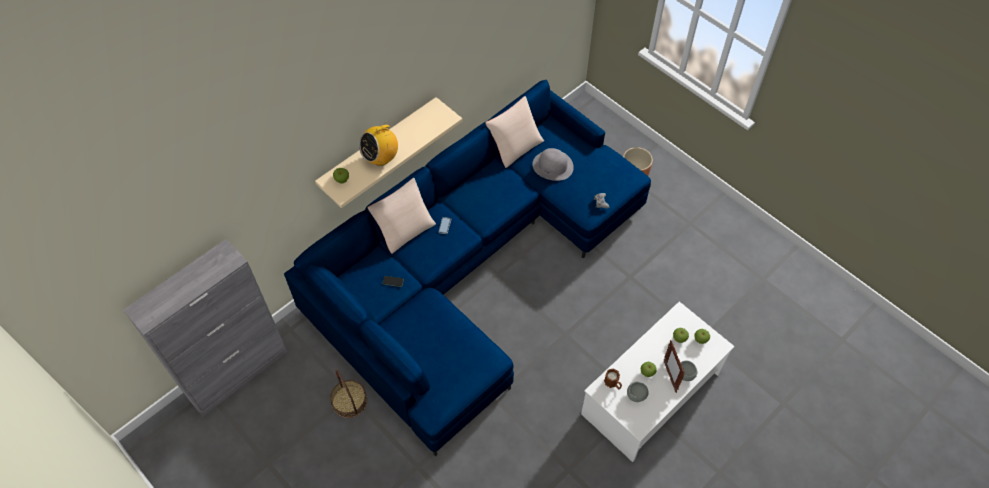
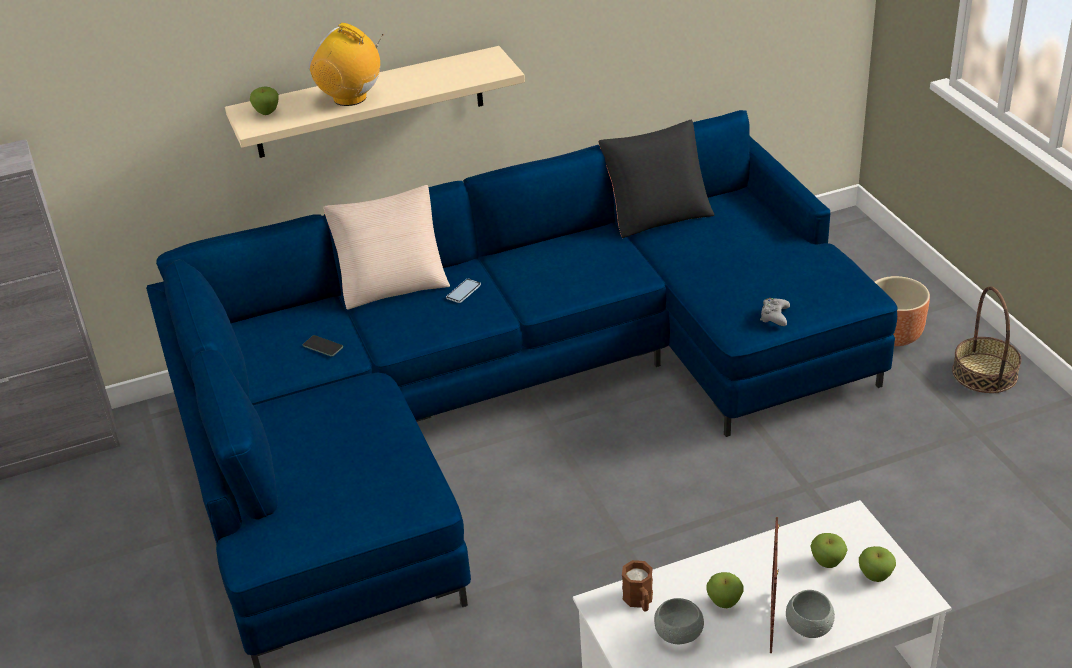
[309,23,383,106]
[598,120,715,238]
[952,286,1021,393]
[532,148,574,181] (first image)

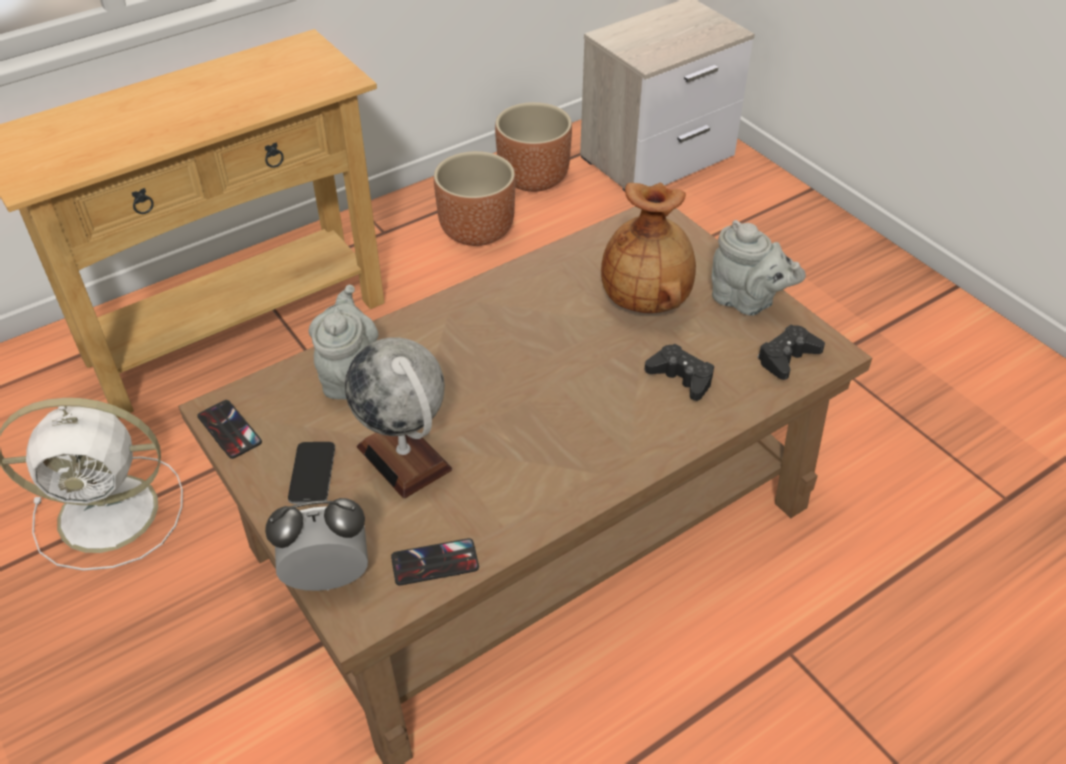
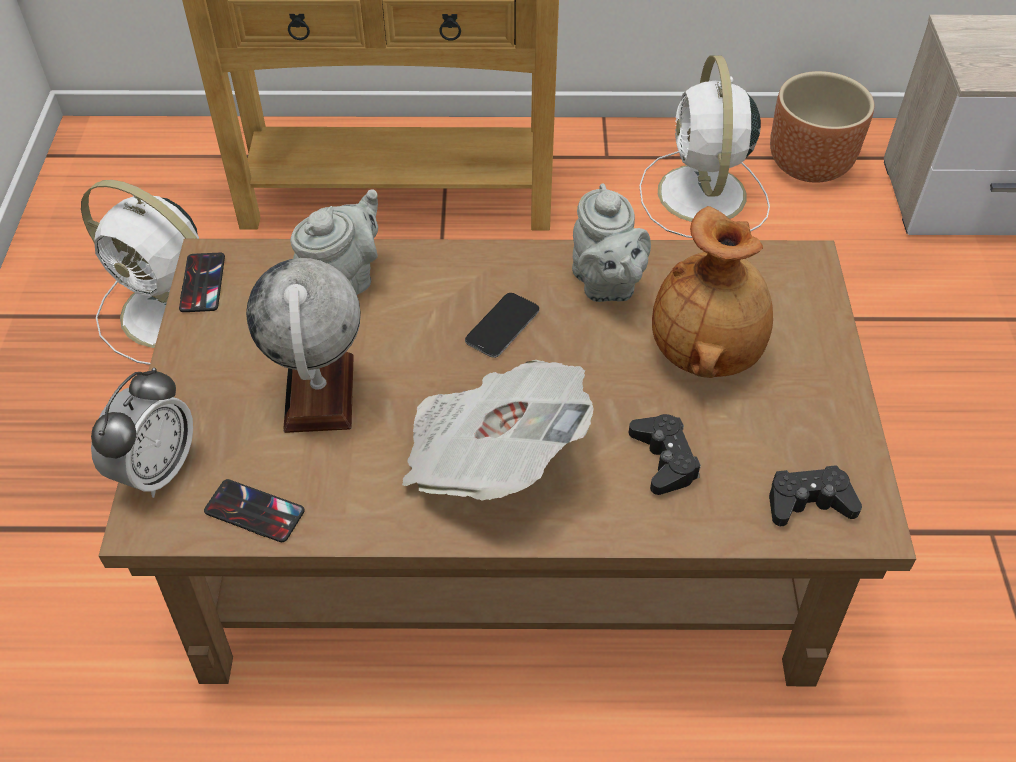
[91,367,193,498]
[402,359,594,501]
[465,293,540,358]
[572,183,651,302]
[639,55,770,238]

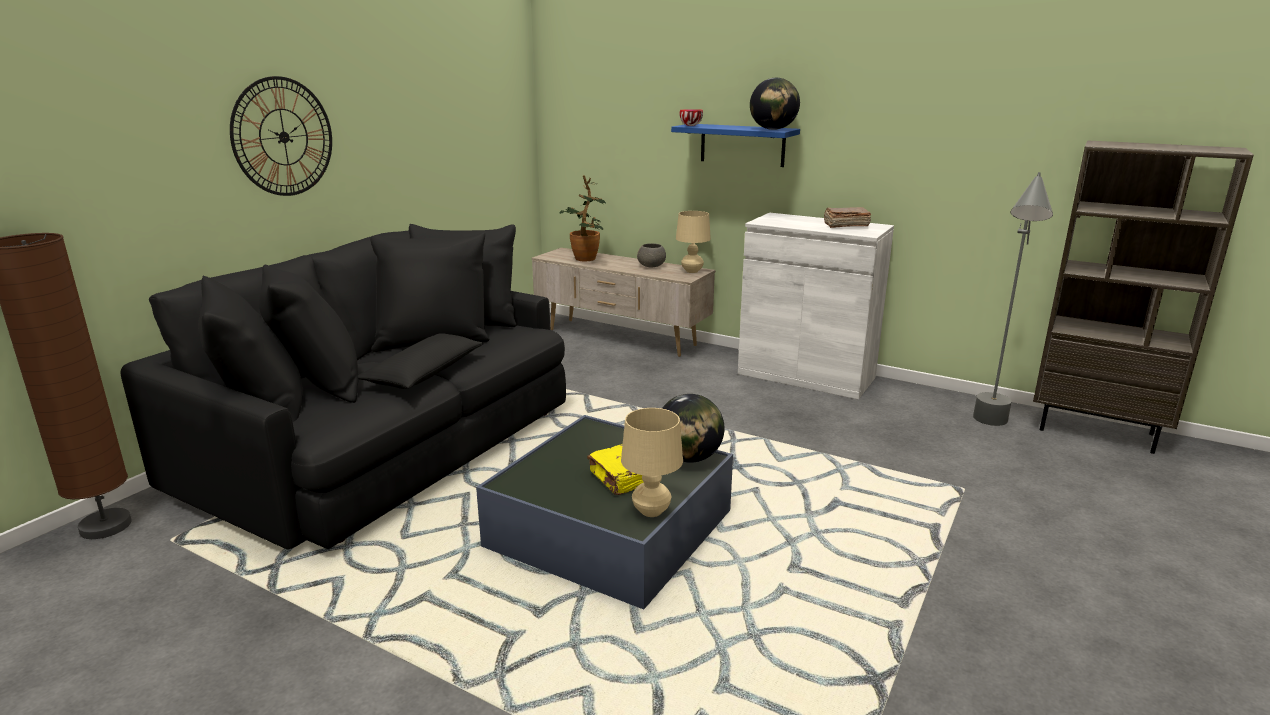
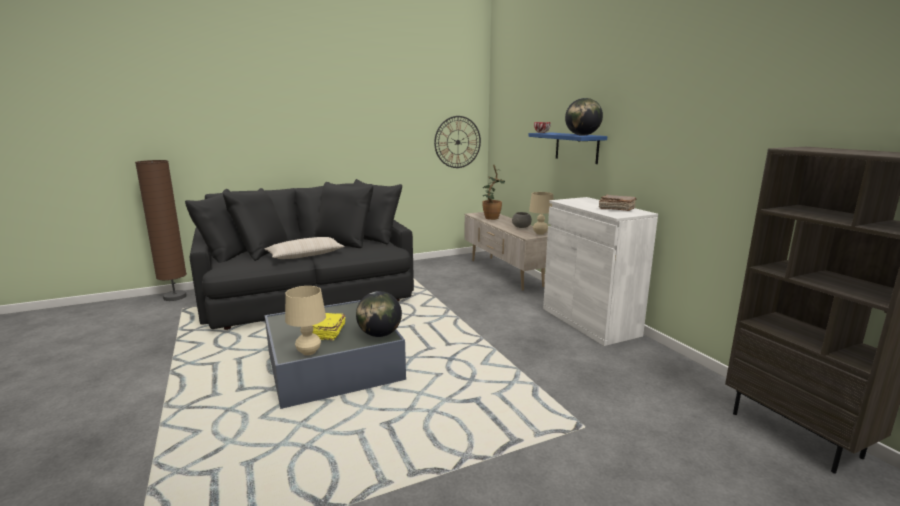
[265,237,345,259]
[434,116,481,168]
[973,172,1053,426] (first image)

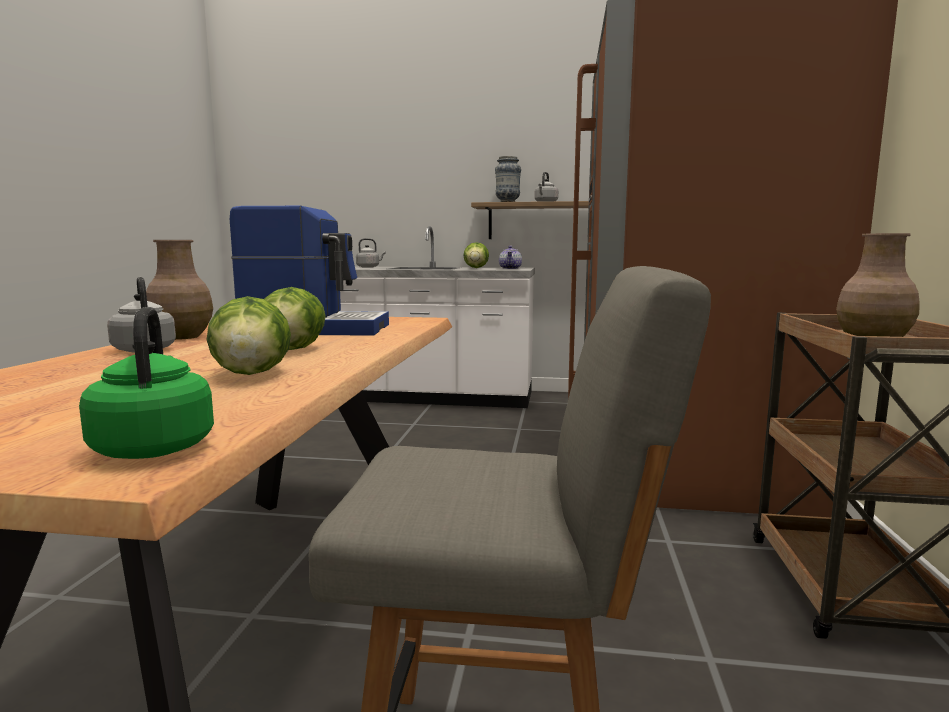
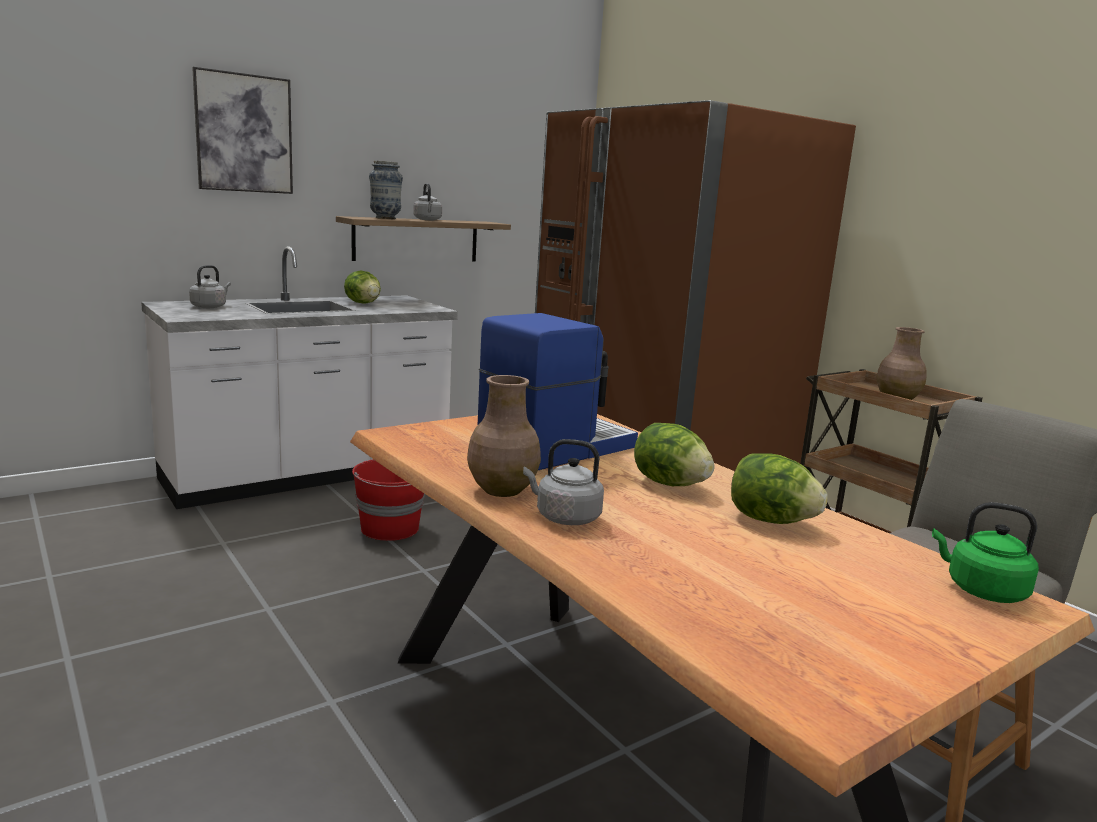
[192,67,293,194]
[352,459,425,541]
[499,246,522,269] (first image)

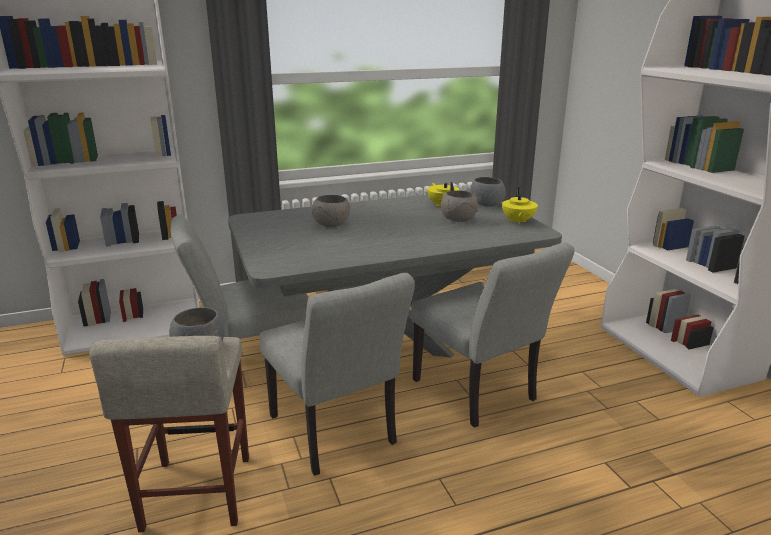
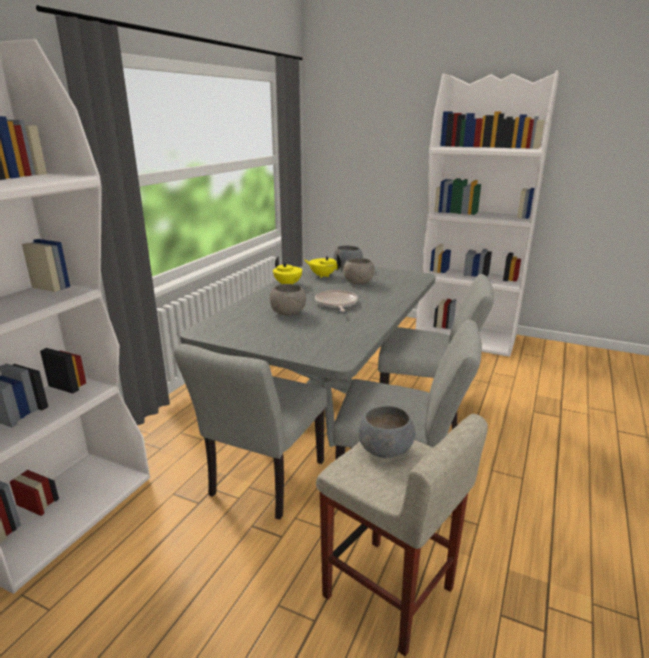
[273,257,302,284]
[315,290,358,312]

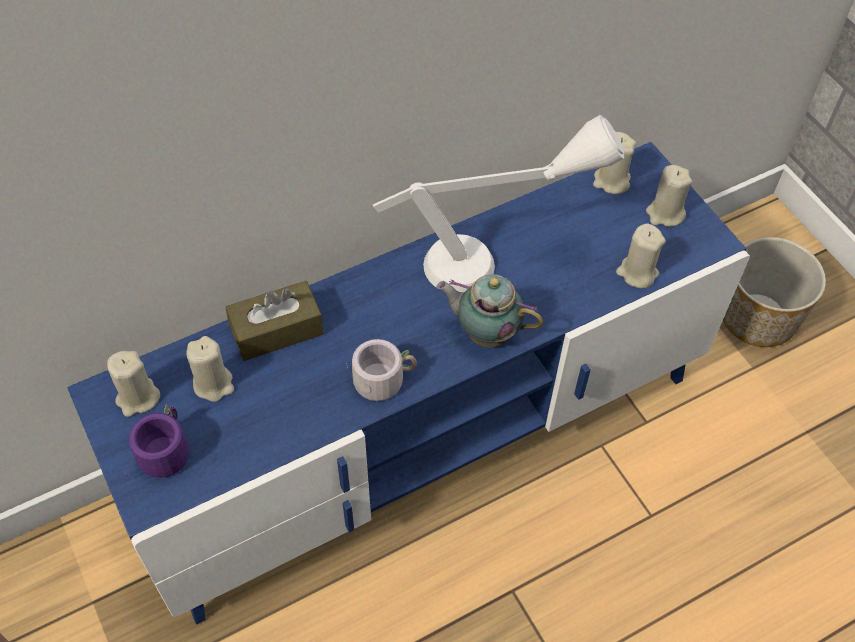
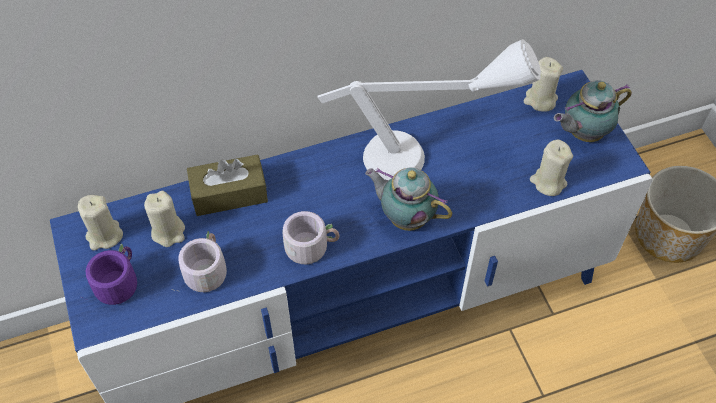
[176,231,227,292]
[554,80,632,142]

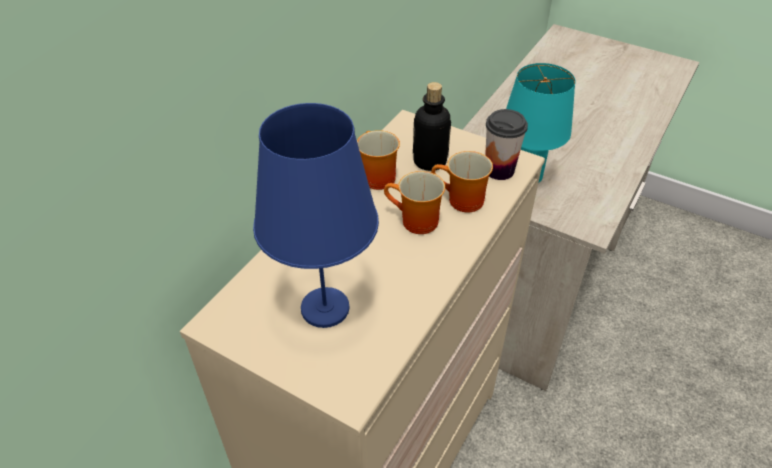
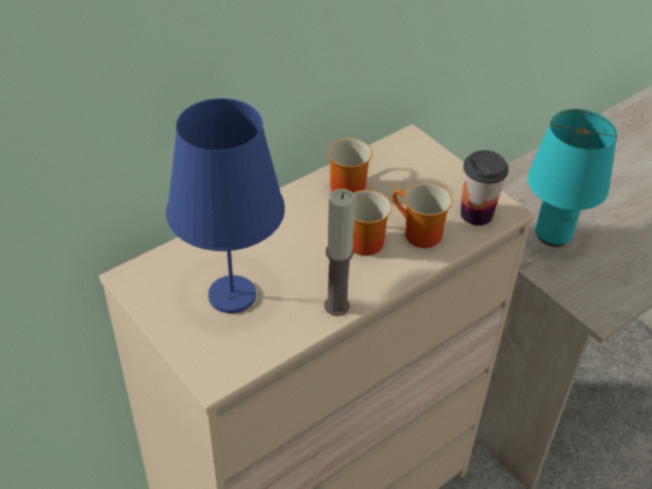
[324,189,356,316]
[413,82,451,171] (first image)

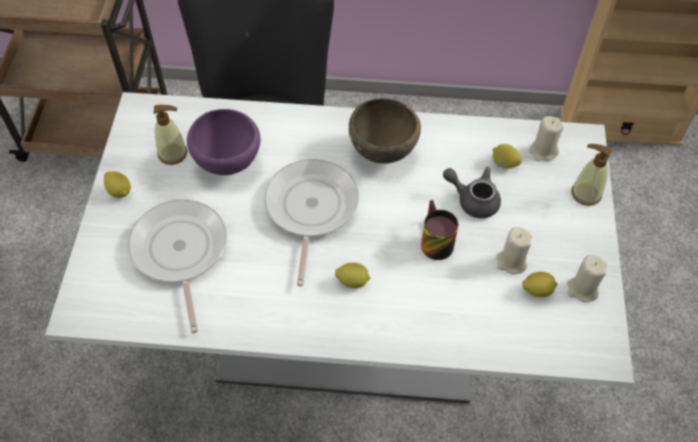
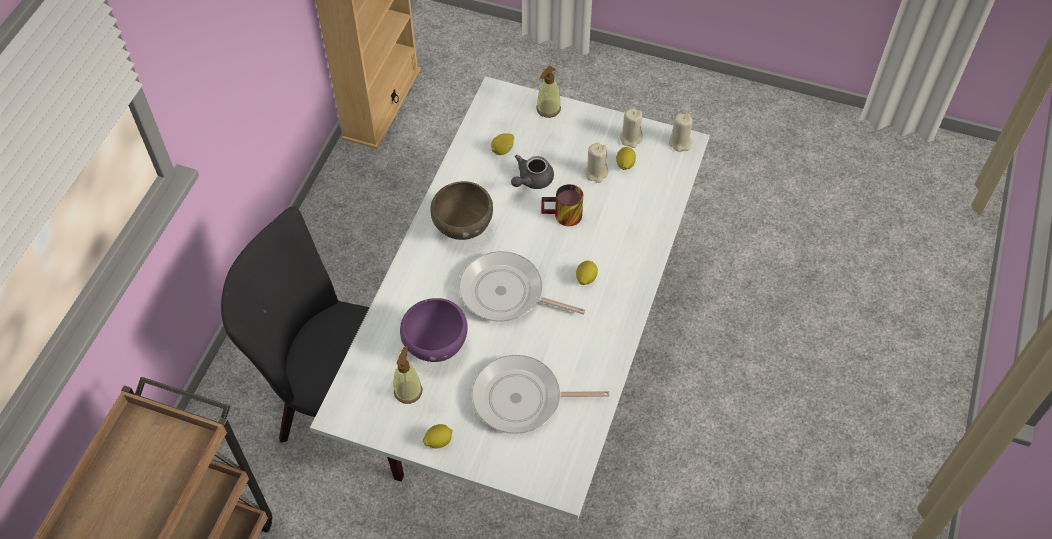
[669,113,693,152]

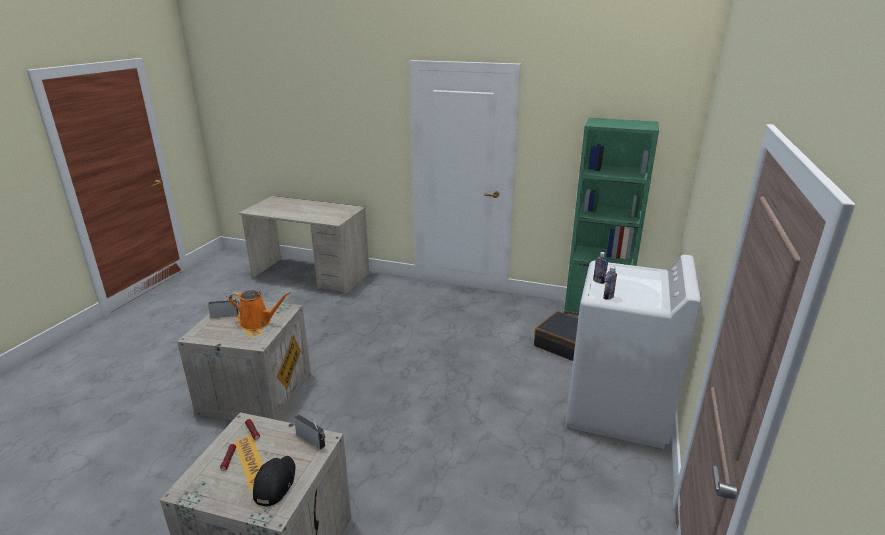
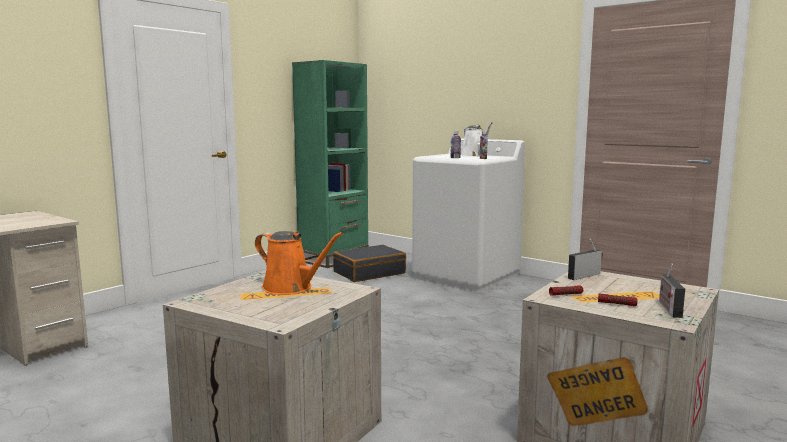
[255,231,343,295]
[461,122,493,157]
[659,264,685,318]
[253,456,295,507] (first image)

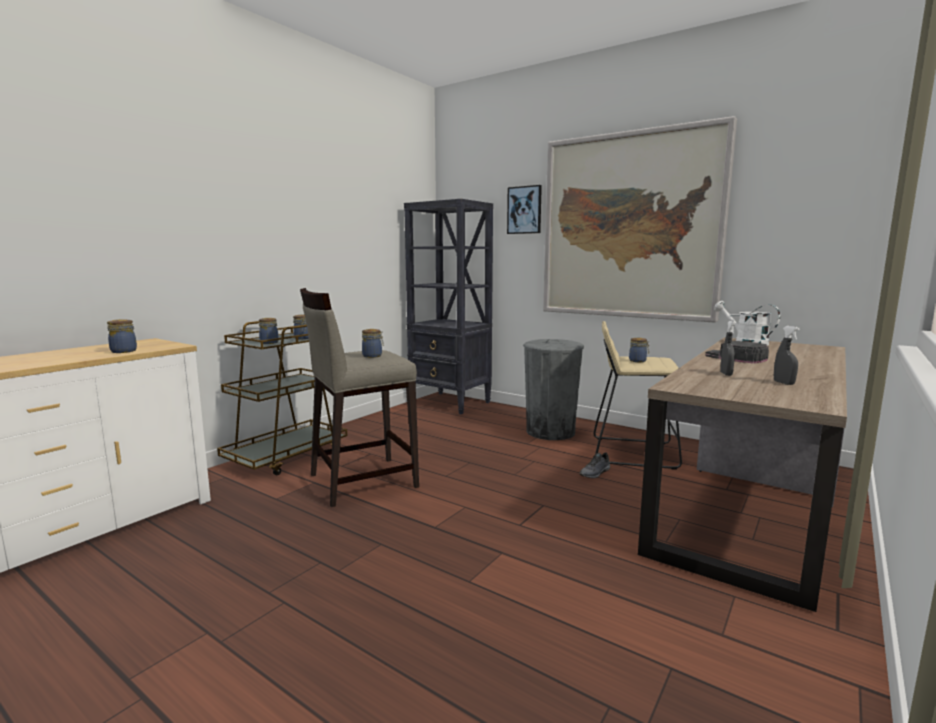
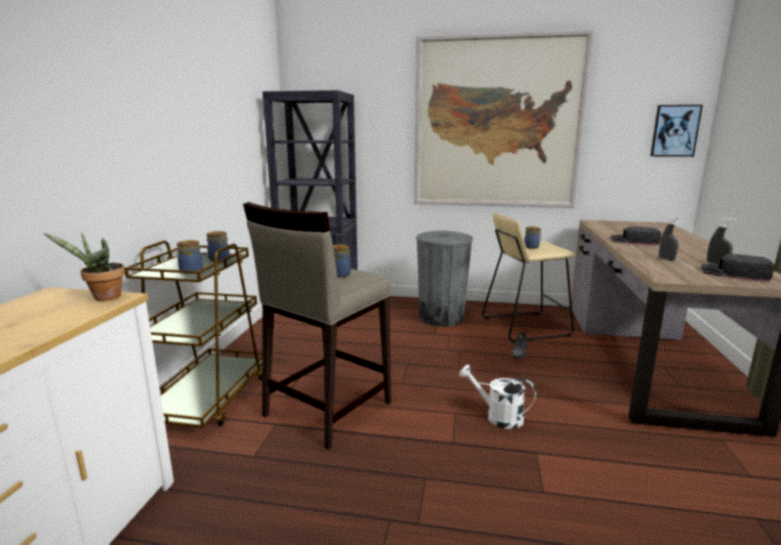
[44,232,125,301]
[459,365,536,429]
[650,105,703,157]
[701,254,774,282]
[107,319,137,353] (first image)

